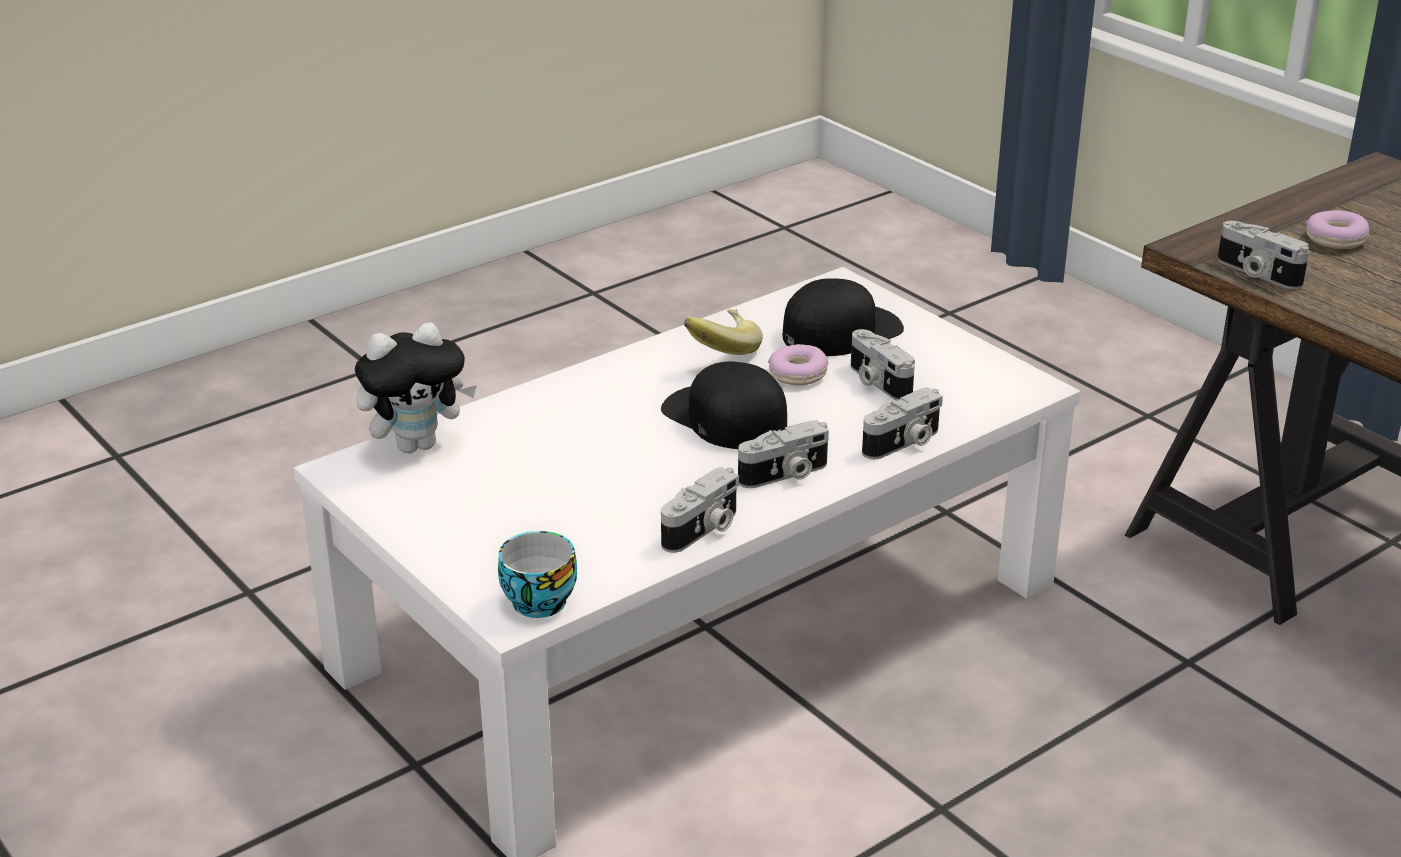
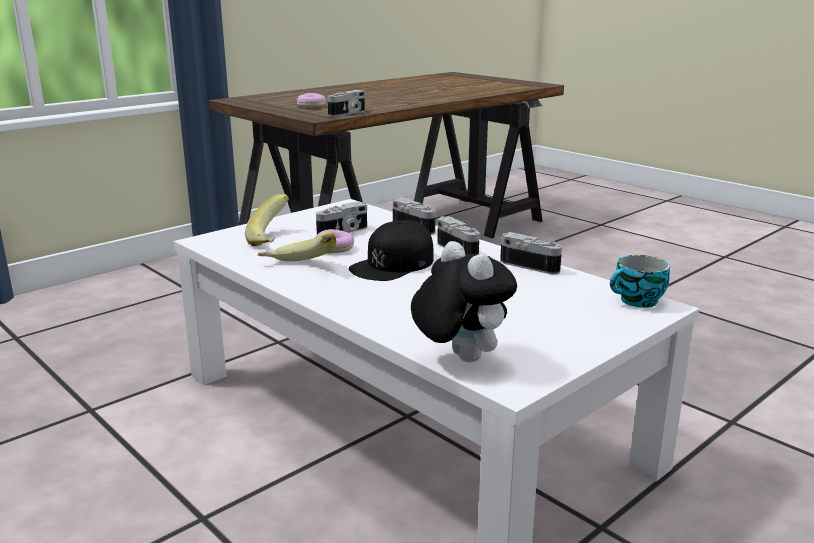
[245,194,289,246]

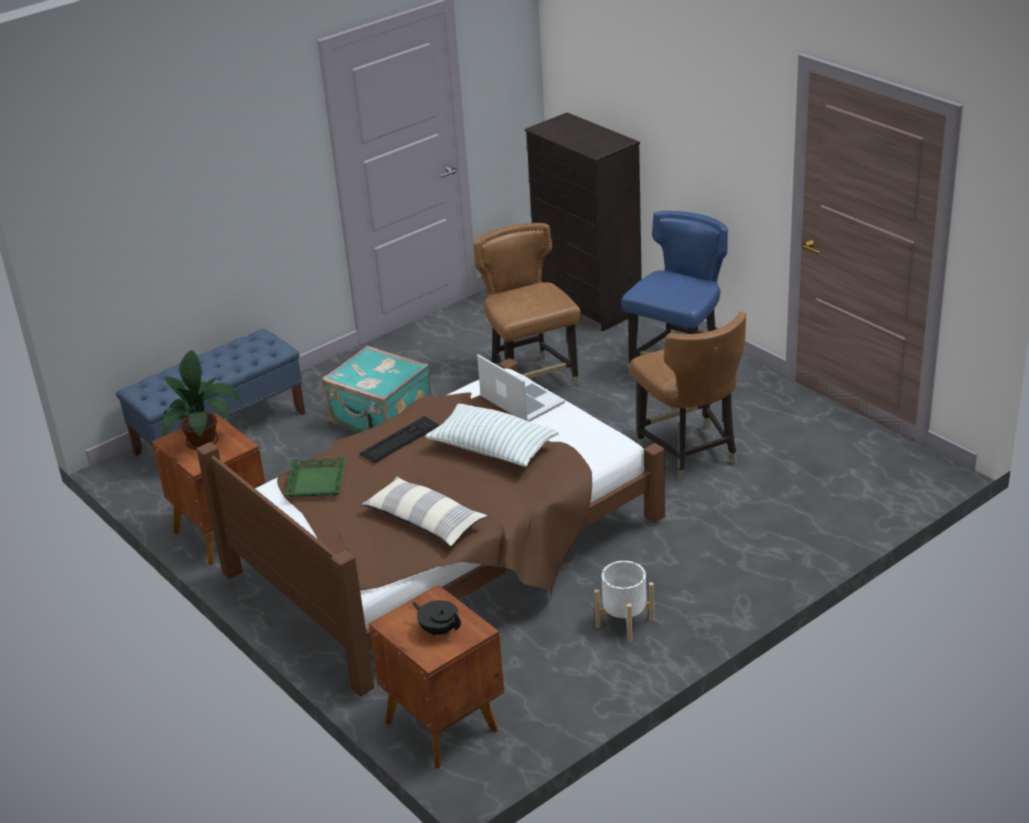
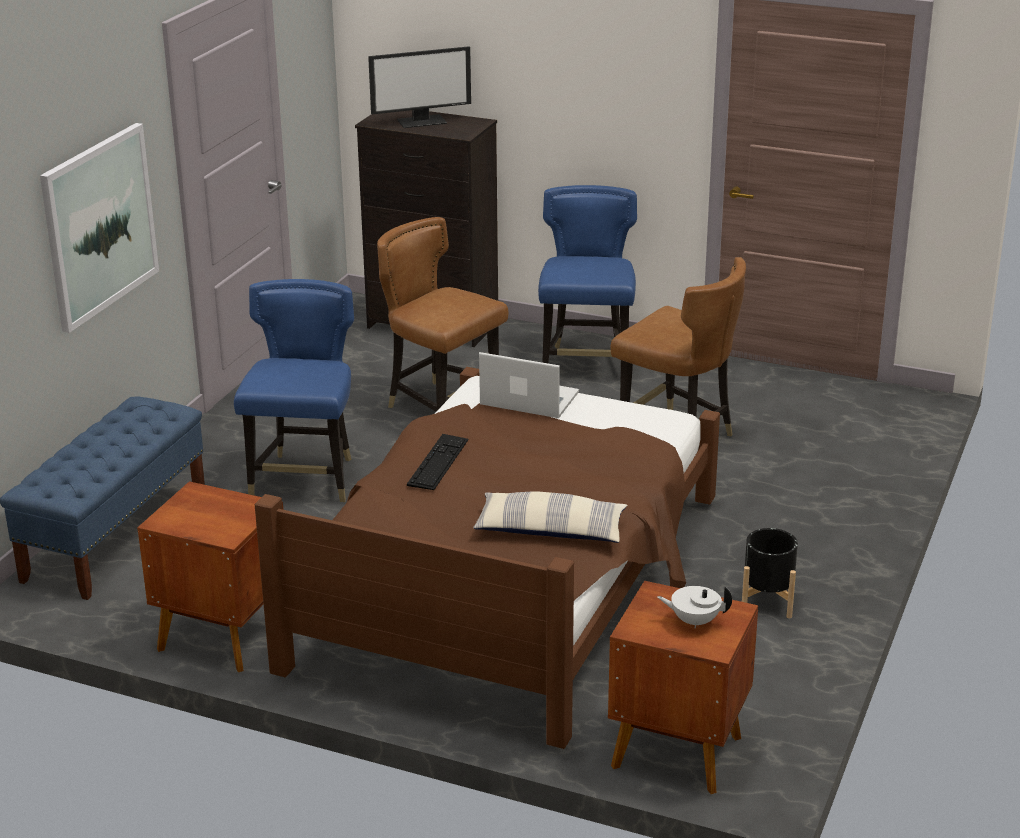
[40,123,159,333]
[234,279,354,502]
[368,46,471,128]
[657,586,732,628]
[742,528,798,618]
[162,350,242,450] (first image)
[284,457,346,497] (first image)
[425,403,559,467] (first image)

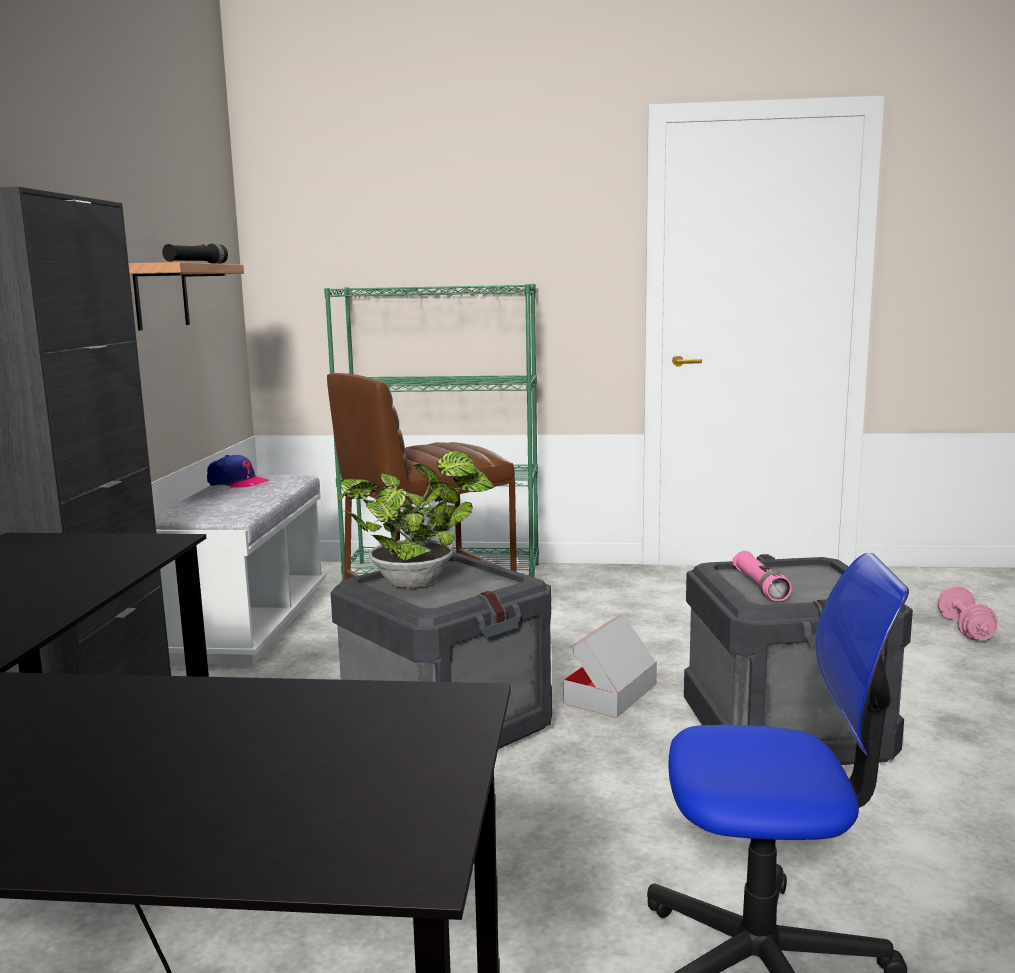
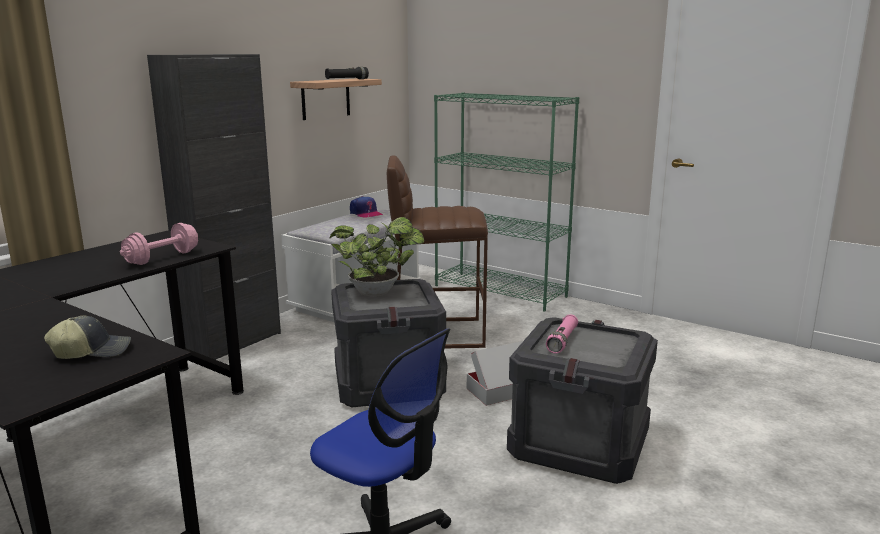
[44,316,131,359]
[120,223,198,265]

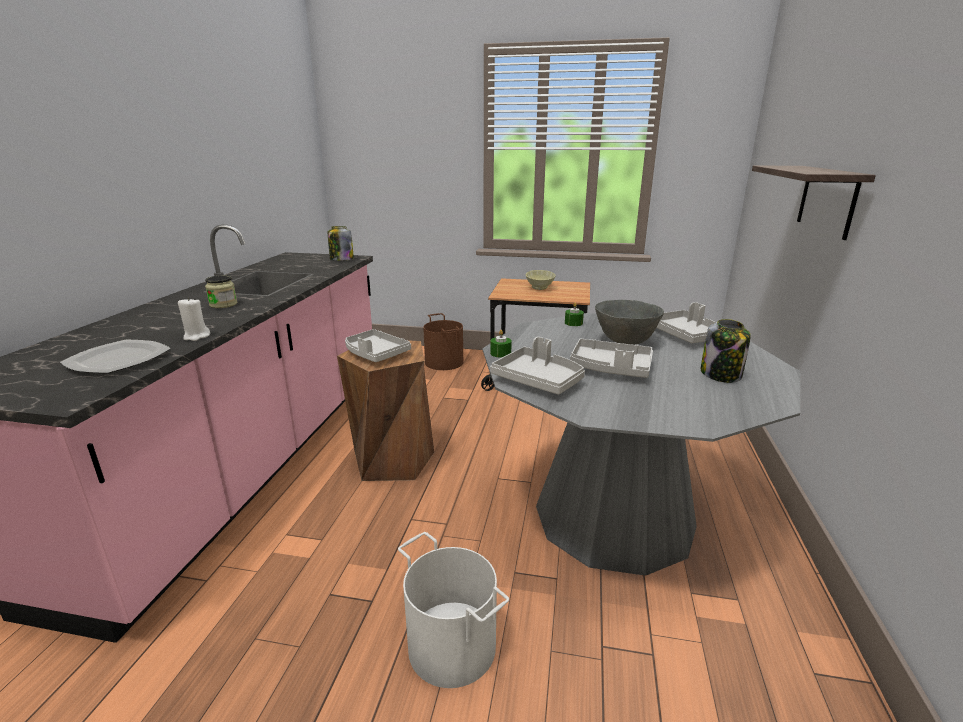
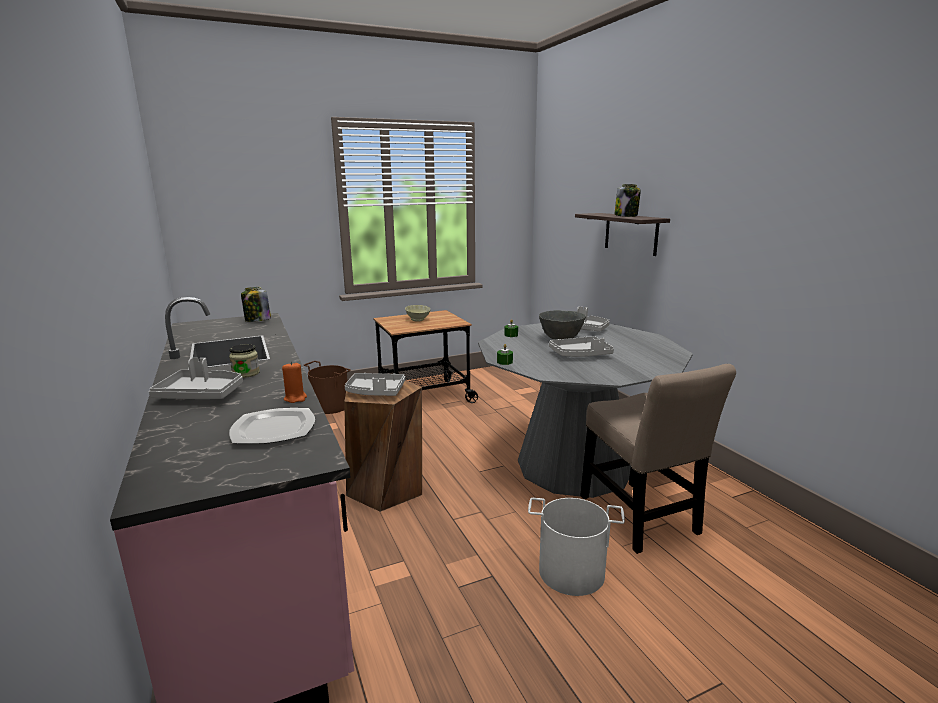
[149,358,243,399]
[282,361,307,403]
[580,364,736,554]
[614,184,641,217]

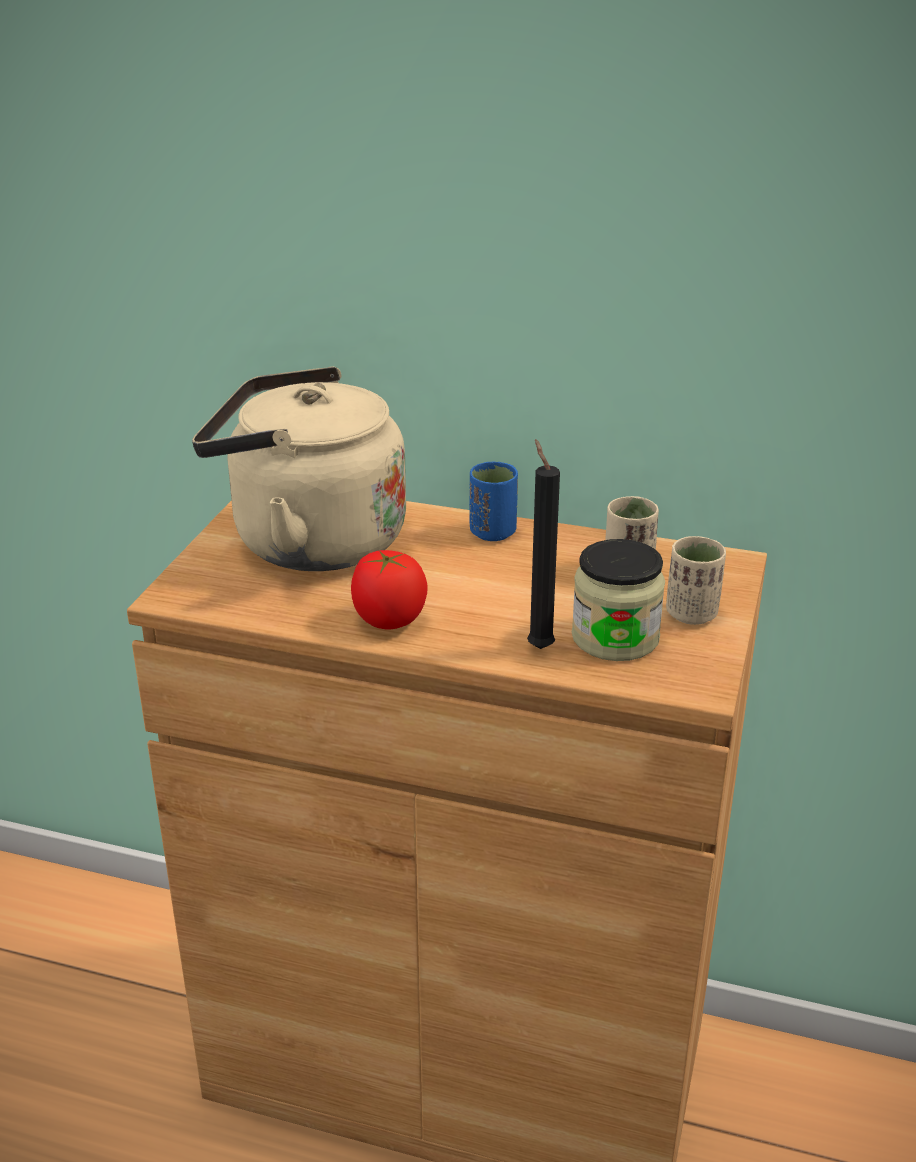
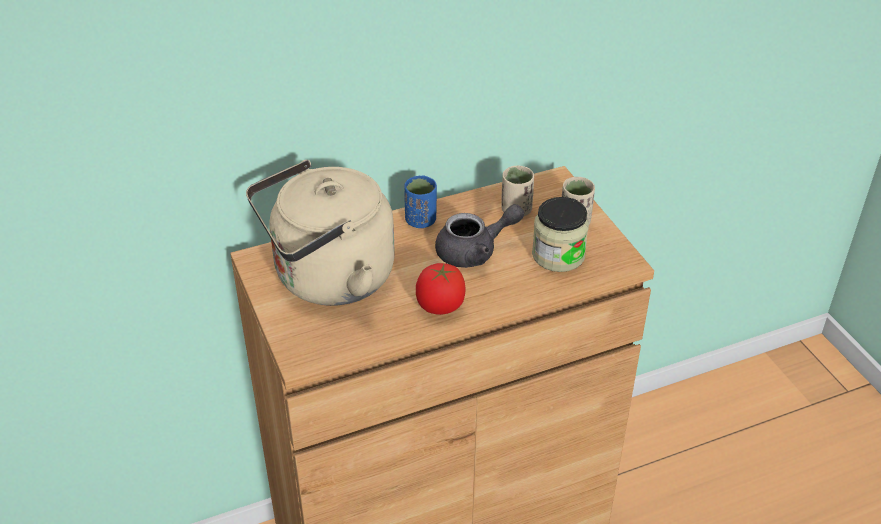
[435,204,524,268]
[527,439,560,649] (first image)

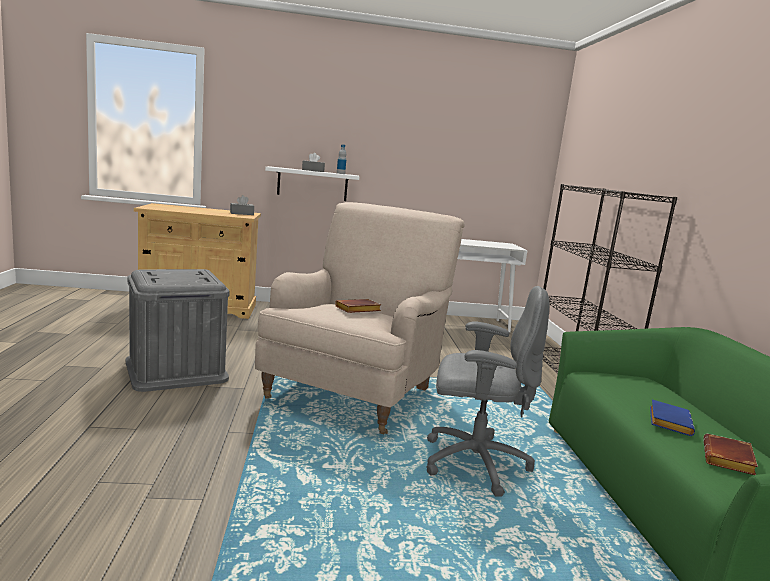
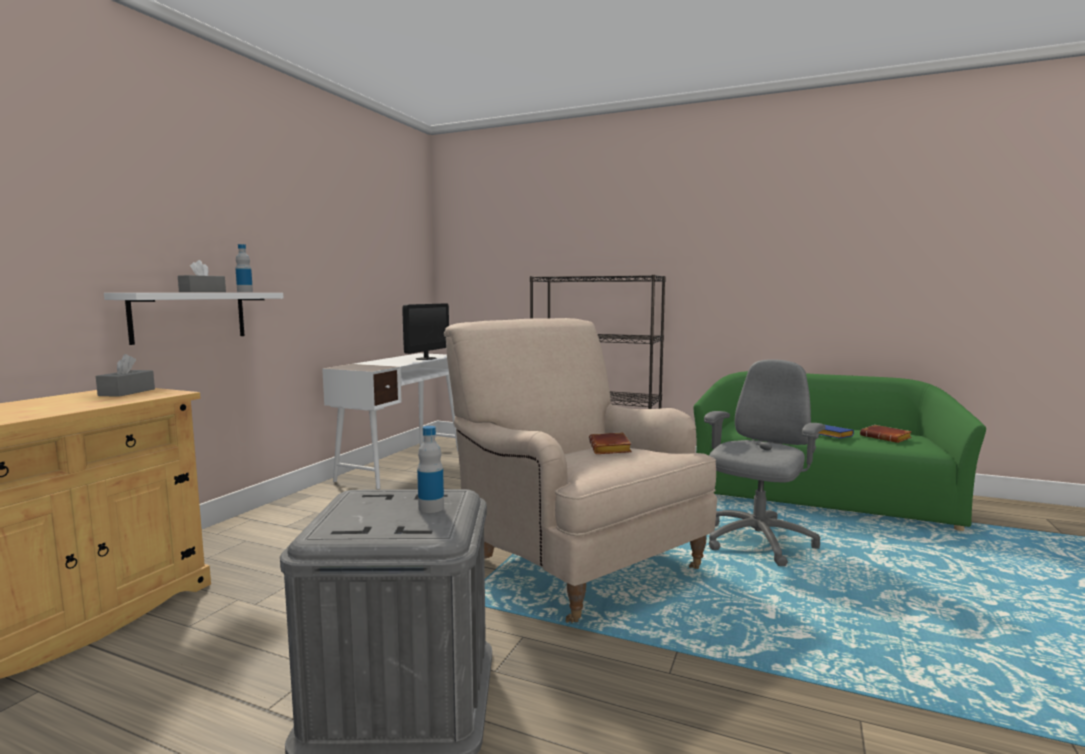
[402,303,449,360]
[417,426,444,513]

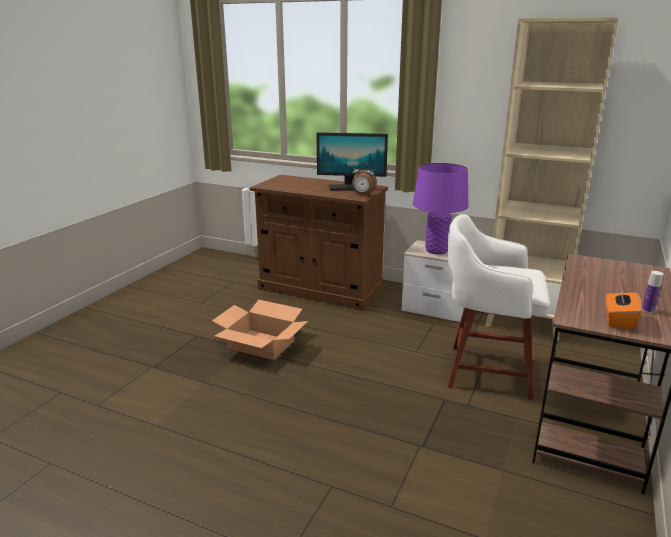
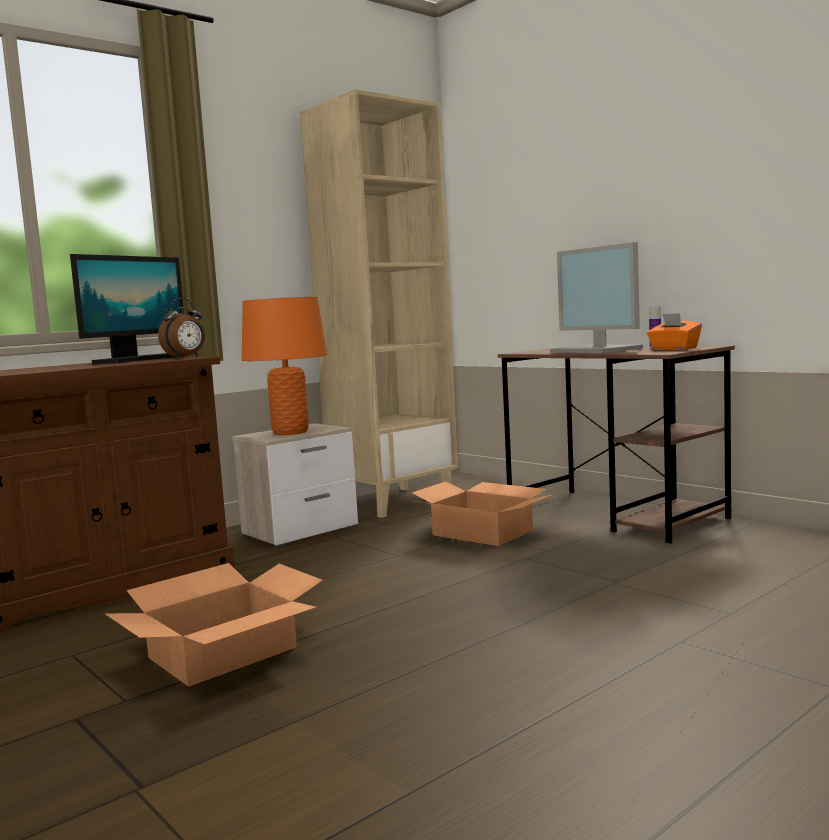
[242,297,327,435]
[412,482,554,546]
[550,242,643,353]

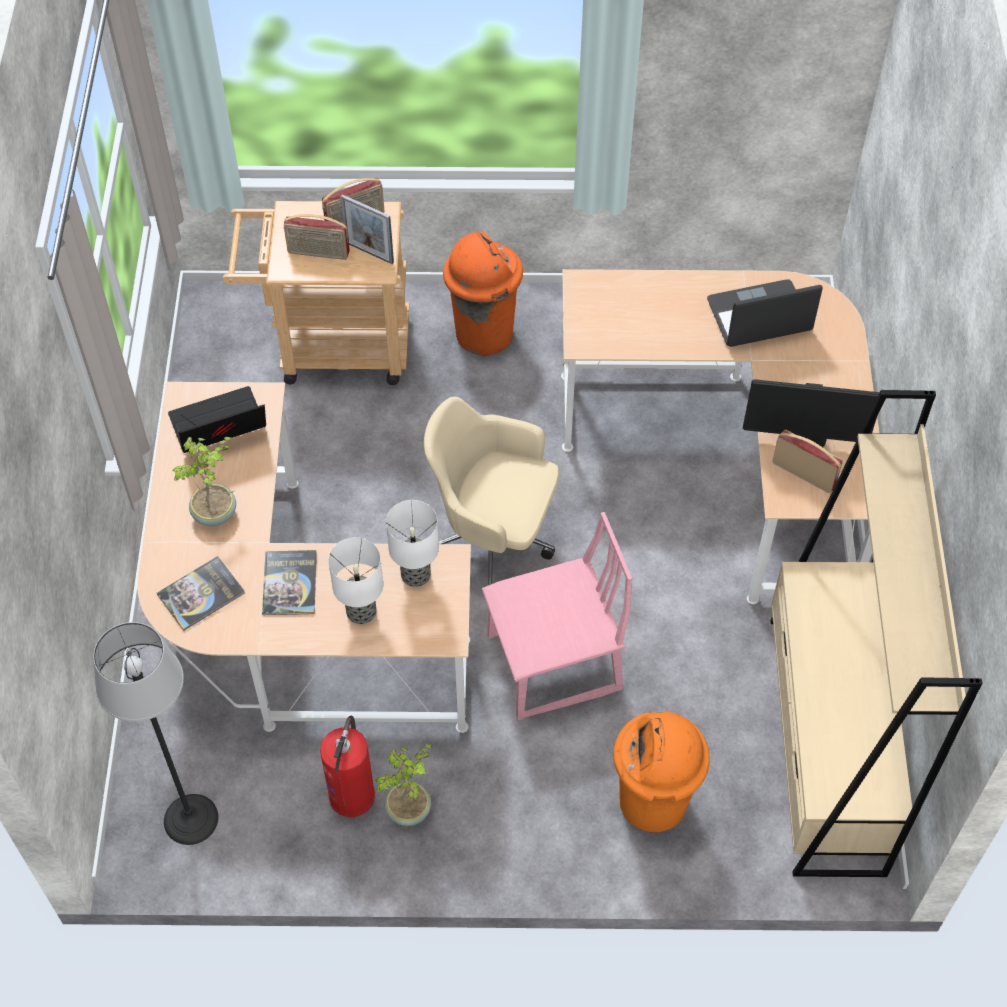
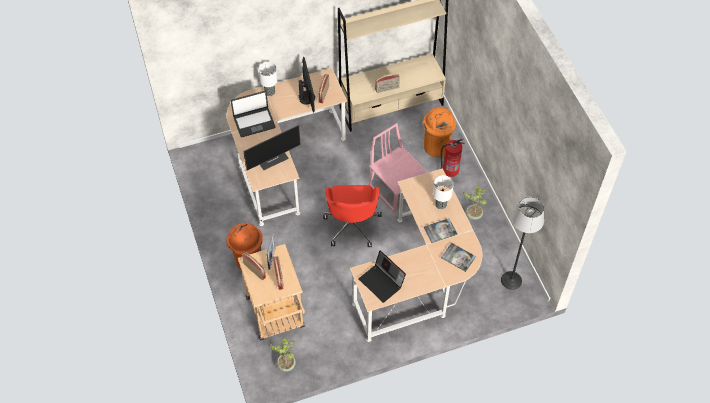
[231,91,275,137]
[244,125,301,170]
[258,62,278,96]
[269,338,296,372]
[323,185,382,247]
[375,74,400,93]
[441,139,465,177]

